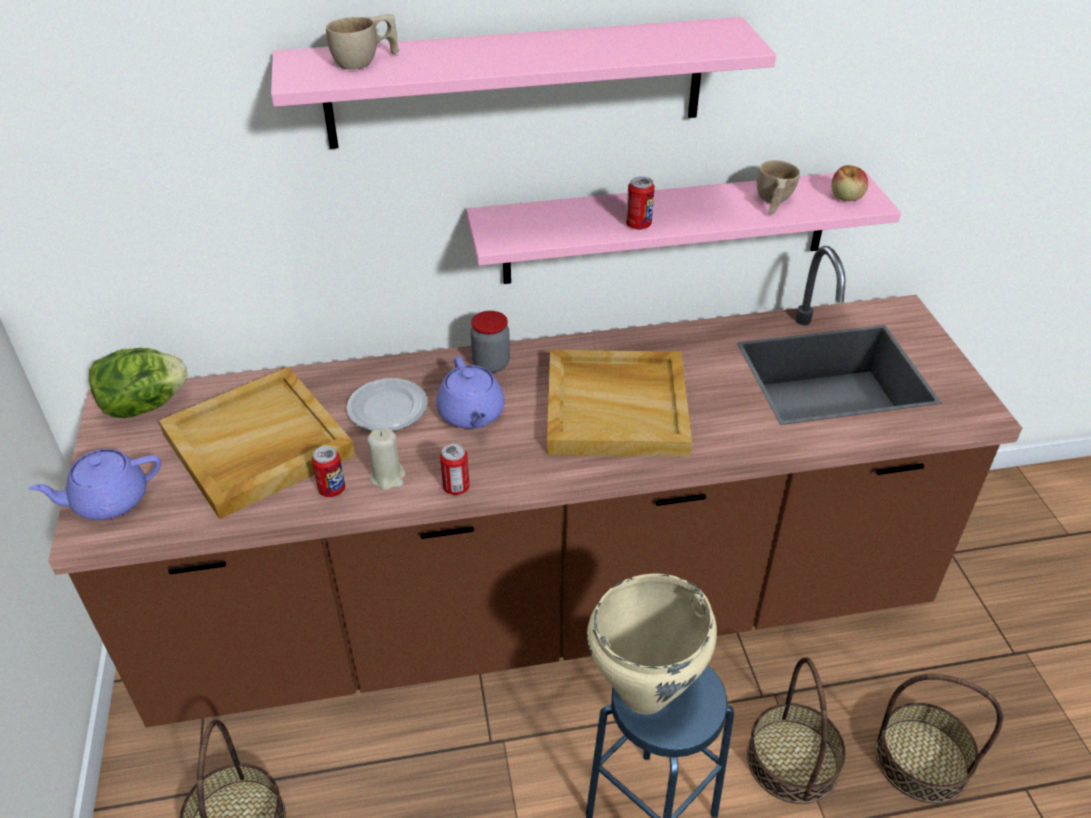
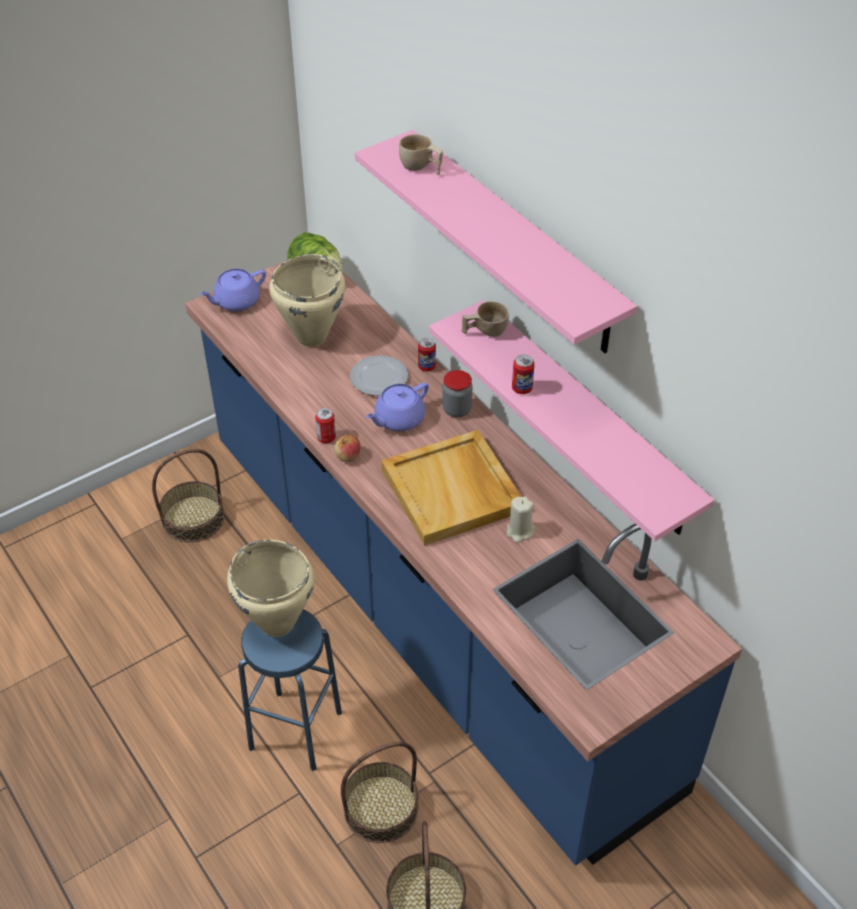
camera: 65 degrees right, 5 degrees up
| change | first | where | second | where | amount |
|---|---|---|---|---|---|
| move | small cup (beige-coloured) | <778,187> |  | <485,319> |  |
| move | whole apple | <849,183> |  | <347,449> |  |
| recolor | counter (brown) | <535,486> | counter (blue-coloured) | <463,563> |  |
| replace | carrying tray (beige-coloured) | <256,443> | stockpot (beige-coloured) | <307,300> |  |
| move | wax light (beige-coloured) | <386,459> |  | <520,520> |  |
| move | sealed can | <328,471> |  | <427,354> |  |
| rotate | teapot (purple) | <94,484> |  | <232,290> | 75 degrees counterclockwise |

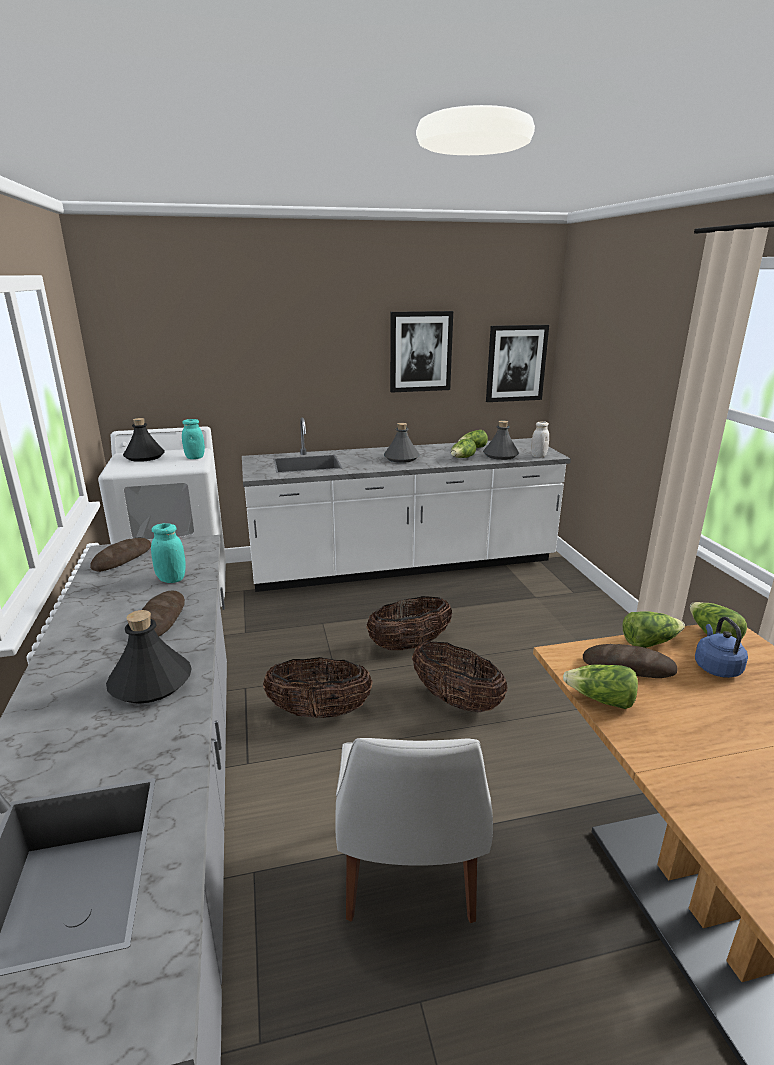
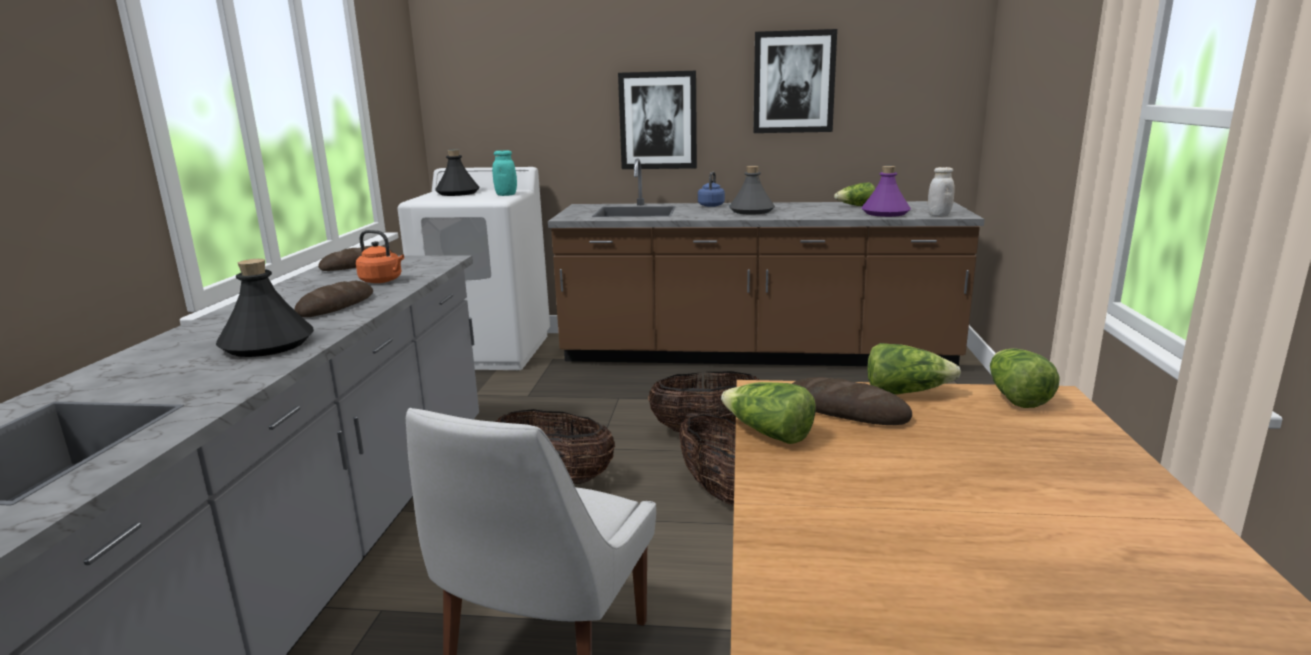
camera: 20 degrees right, 5 degrees down
| change | first | where | second | where | amount |
|---|---|---|---|---|---|
| move | wall art | <517,363> |  | <657,120> |  |
| recolor | counter (whitish) | <406,505> | counter (brown) | <766,262> |  |
| recolor | beverage bottle (grey) | <501,440> | beverage bottle (purple) | <886,191> |  |
| delete | head of lettuce | <463,448> |  |  |  |
| replace | storage jar (turquoise) | <168,553> | water kettle (orangey) | <380,256> |  |
| move | water kettle (blue-coloured) | <721,647> |  | <711,189> |  |

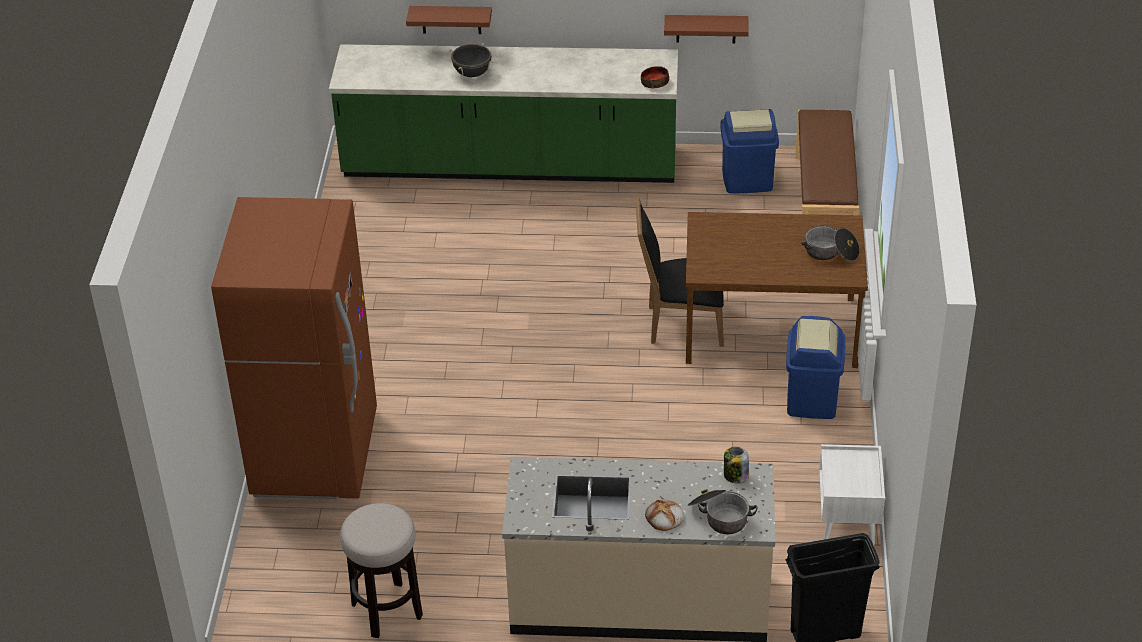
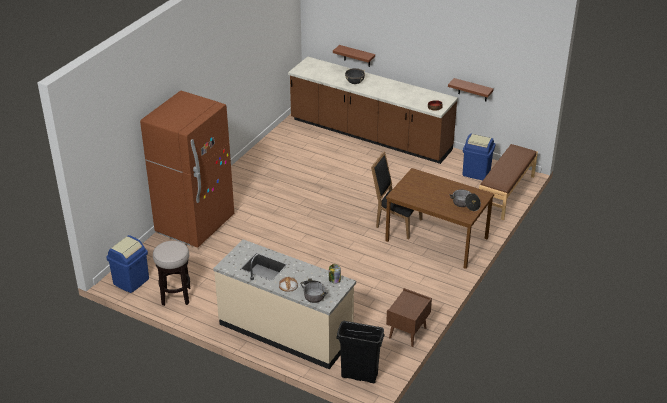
camera: 25 degrees right, 5 degrees down
| change | first | where | second | where | amount |
|---|---|---|---|---|---|
| recolor | counter (greenish) | <503,113> | counter (brown) | <373,110> |  |
| move | waste bin (blue-coloured) | <815,367> |  | <128,264> |  |
| recolor | nightstand (whitish) | <852,495> | nightstand (brown) | <409,317> |  |

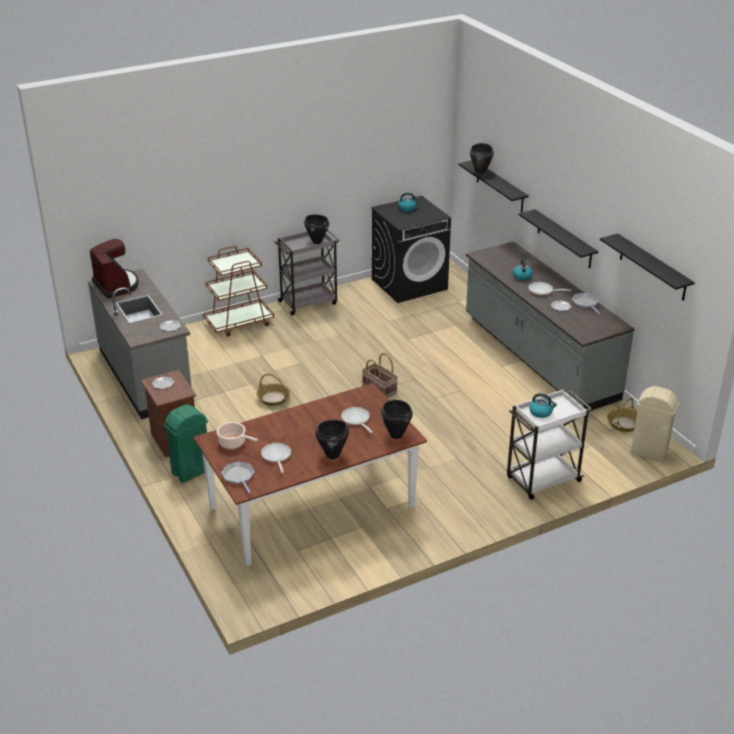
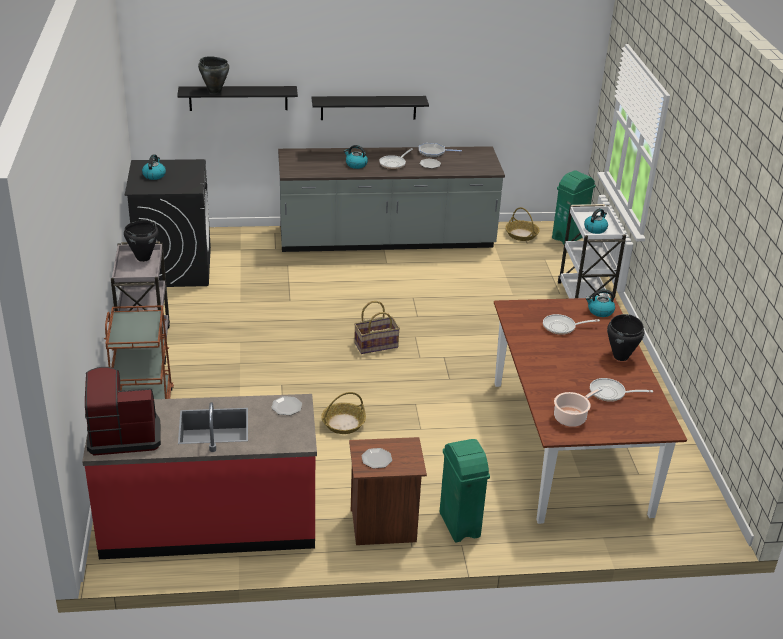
camera: 70 degrees left, 0 degrees up
| change | first | where | second | where | amount |
|---|---|---|---|---|---|
| delete | shelf (black) | <647,267> |  |  |  |
| recolor | counter (grey) | <140,344> | counter (reddish) | <199,476> |  |
| recolor | waste bin (beige-coloured) | <655,424> | waste bin (greenish) | <574,207> |  |
| replace | stockpot (black) | <397,419> | water kettle | <600,303> |  |
| delete | skillet | <237,477> |  |  |  |

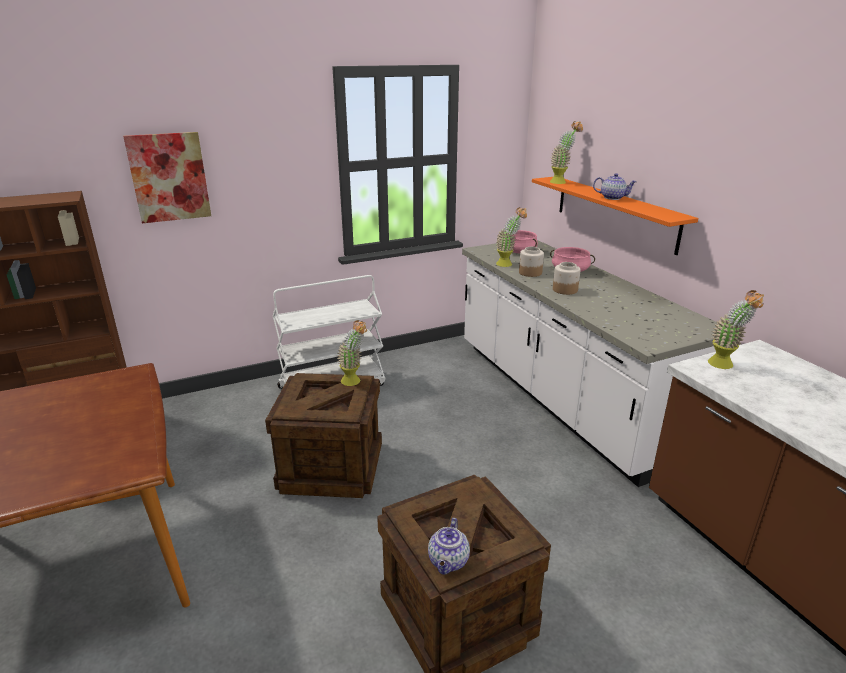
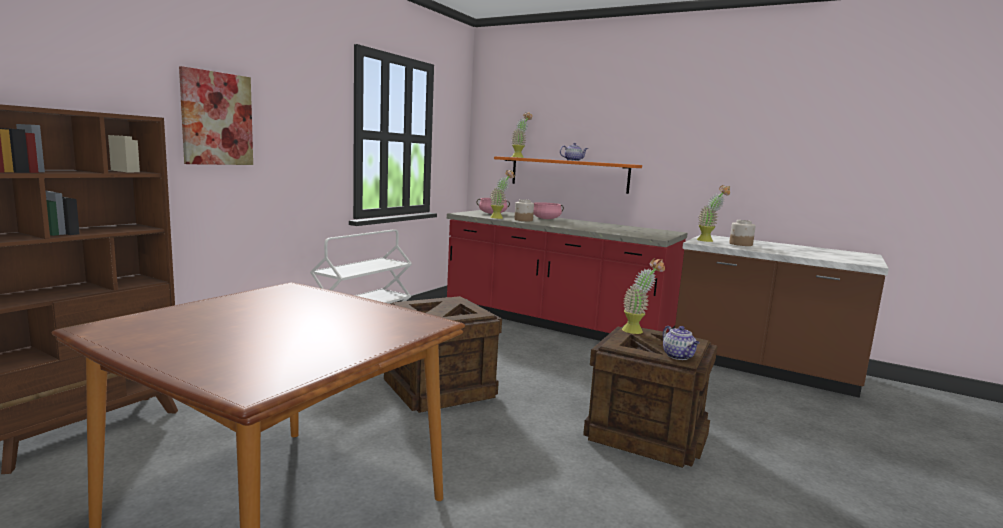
camera: 35 degrees left, 15 degrees down
| change | first | where | second | where | amount |
|---|---|---|---|---|---|
| recolor | counter (whitish) | <589,363> | counter (reddish) | <567,275> |  |
| move | storage jar | <566,278> |  | <742,233> |  |
| move | plant in a pot | <352,353> |  | <643,296> |  |

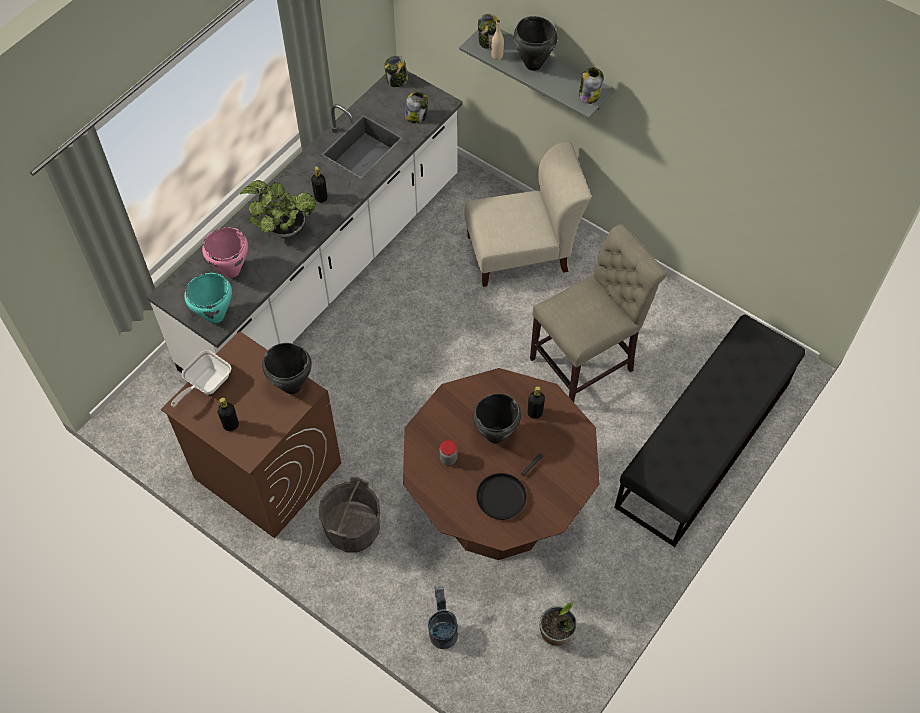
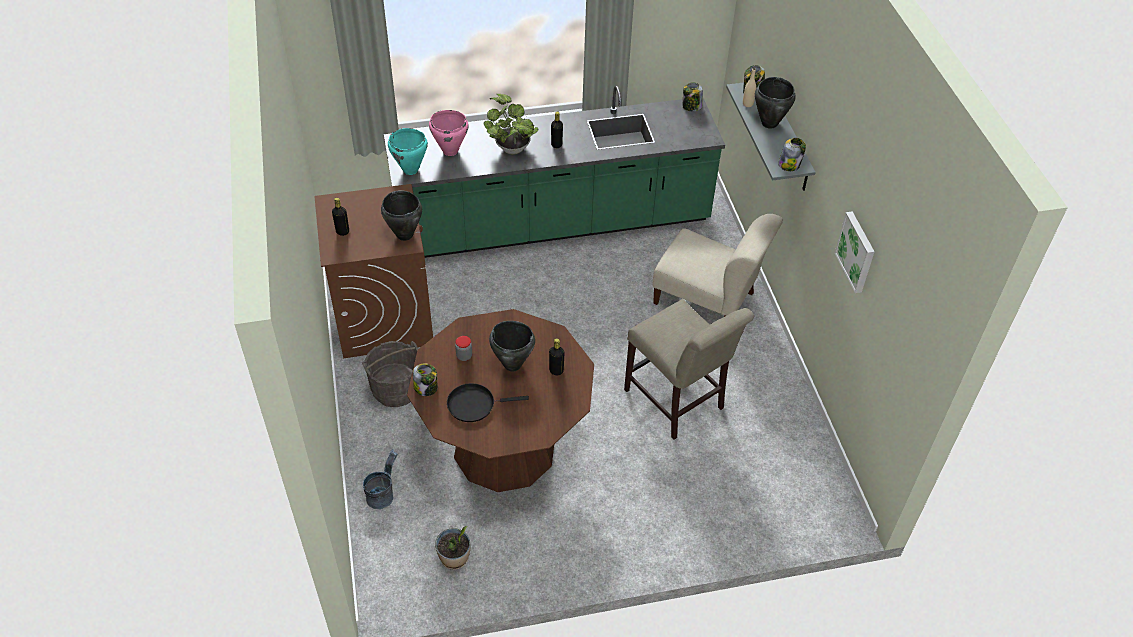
camera: 40 degrees right, 10 degrees down
| change | first | where | second | where | amount |
|---|---|---|---|---|---|
| recolor | counter (whitish) | <304,222> | counter (greenish) | <554,172> |  |
| move | storage jar | <416,107> |  | <425,380> |  |
| rotate | chair (beige-coloured) | <598,313> |  | <689,369> | 45 degrees clockwise |
| delete | indoor bench (black) | <709,431> |  |  |  |
| delete | skillet | <201,378> |  |  |  |
| insert |  |  | wall art | <855,252> |  |

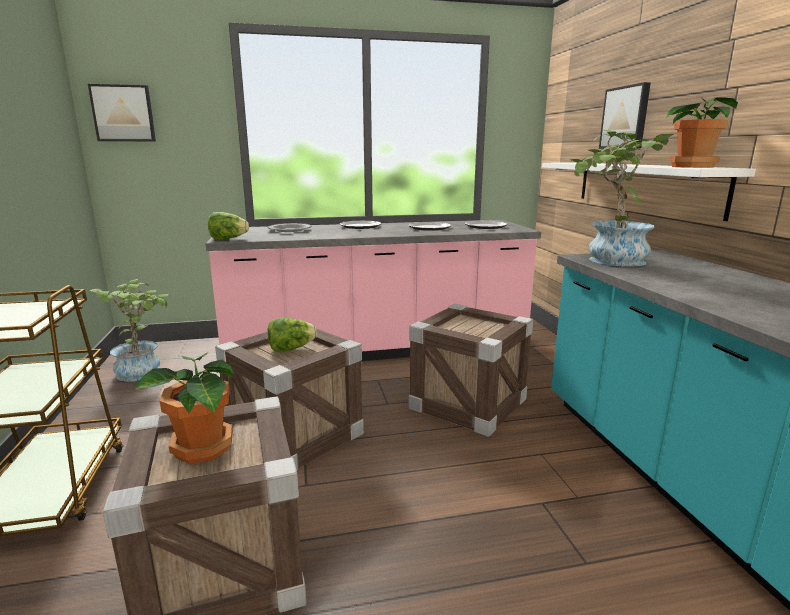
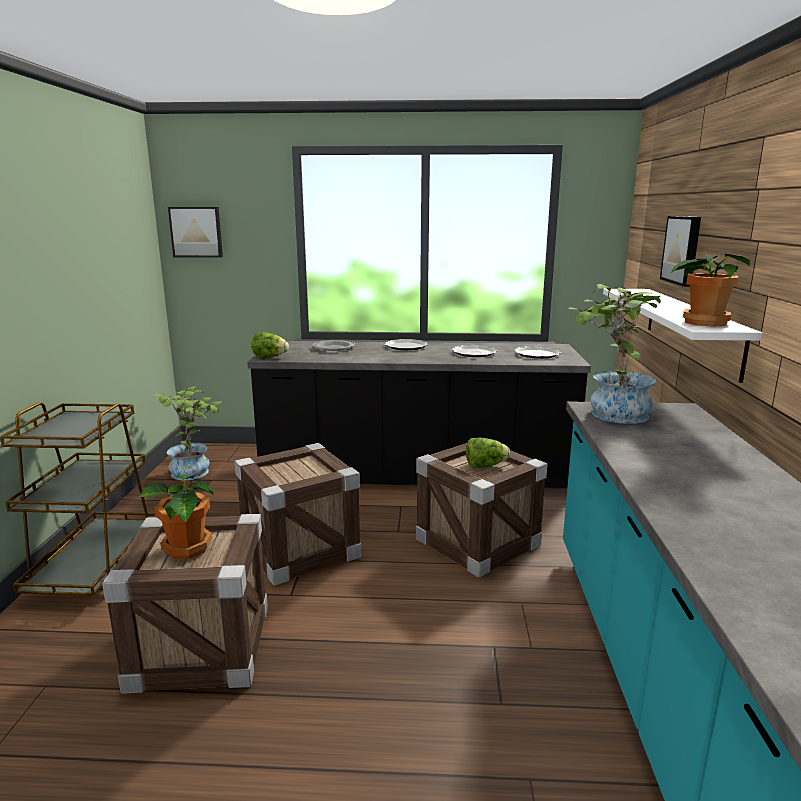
camera: 15 degrees right, 0 degrees up
| change | first | where | second | where | amount |
|---|---|---|---|---|---|
| recolor | counter (pink) | <373,290> | counter (black) | <419,414> |  |
| move | head of lettuce | <292,335> |  | <488,452> |  |

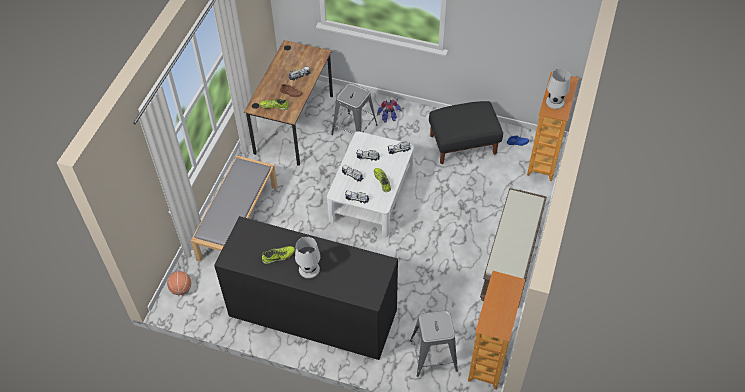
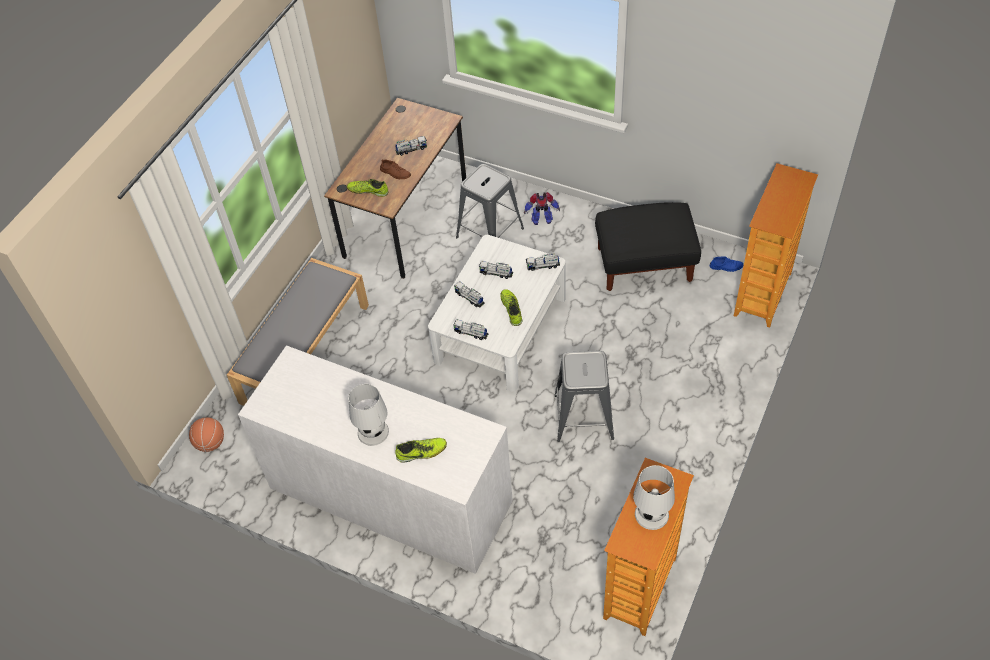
camera: 10 degrees right, 0 degrees up
| change | first | where | second | where | amount |
|---|---|---|---|---|---|
| move | lamp for a table (whitish) | <558,89> |  | <654,497> |  |
| delete | indoor bench (brown) | <513,248> |  |  |  |
| recolor | drawer chest (black) | <306,288> | drawer chest (whitish) | <375,460> |  |
| move | low shoe | <278,255> |  | <421,450> |  |
| move | stool seat (grey) | <434,344> |  | <584,396> |  |

